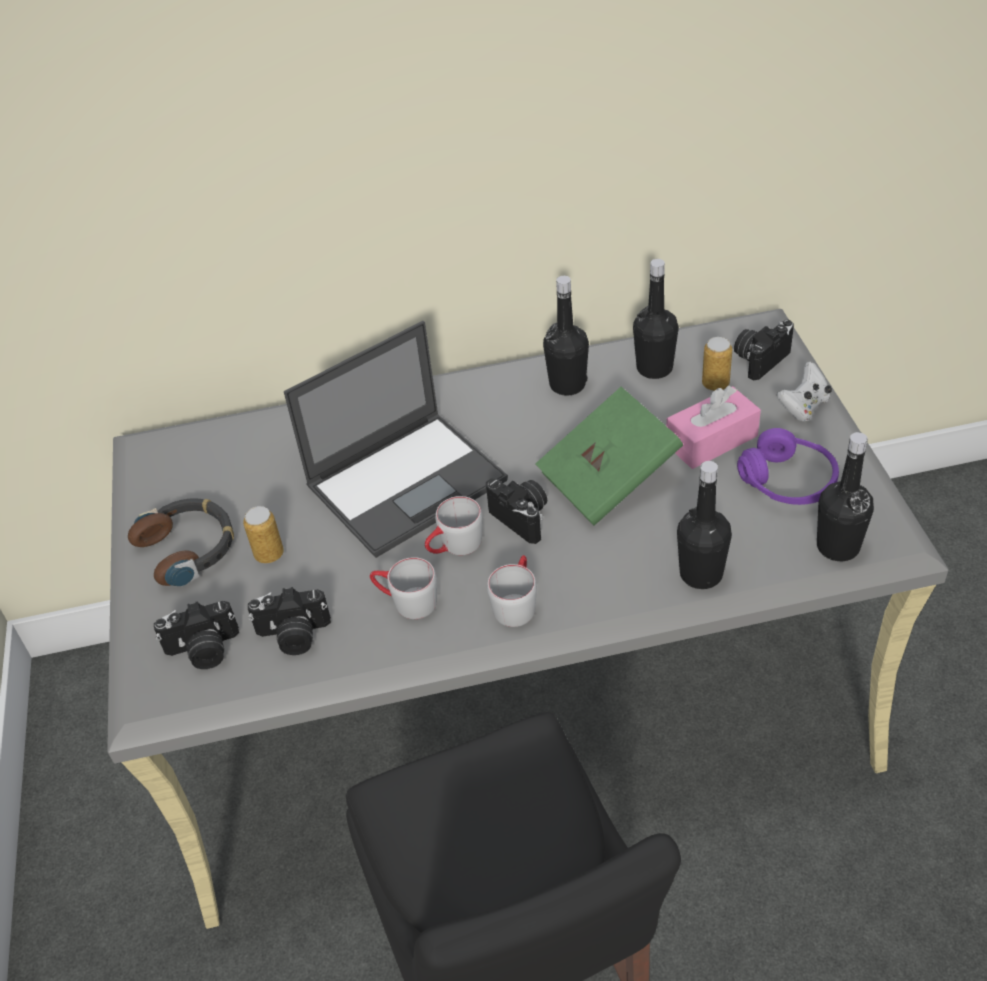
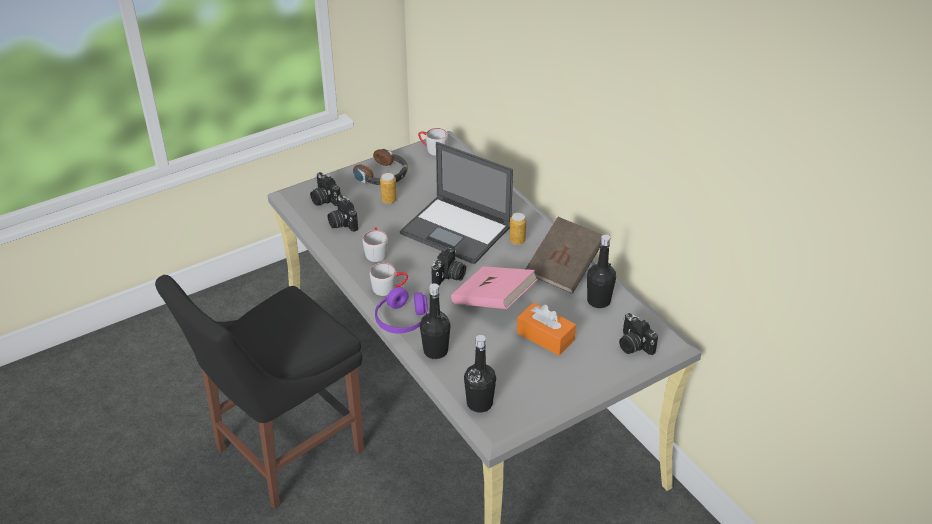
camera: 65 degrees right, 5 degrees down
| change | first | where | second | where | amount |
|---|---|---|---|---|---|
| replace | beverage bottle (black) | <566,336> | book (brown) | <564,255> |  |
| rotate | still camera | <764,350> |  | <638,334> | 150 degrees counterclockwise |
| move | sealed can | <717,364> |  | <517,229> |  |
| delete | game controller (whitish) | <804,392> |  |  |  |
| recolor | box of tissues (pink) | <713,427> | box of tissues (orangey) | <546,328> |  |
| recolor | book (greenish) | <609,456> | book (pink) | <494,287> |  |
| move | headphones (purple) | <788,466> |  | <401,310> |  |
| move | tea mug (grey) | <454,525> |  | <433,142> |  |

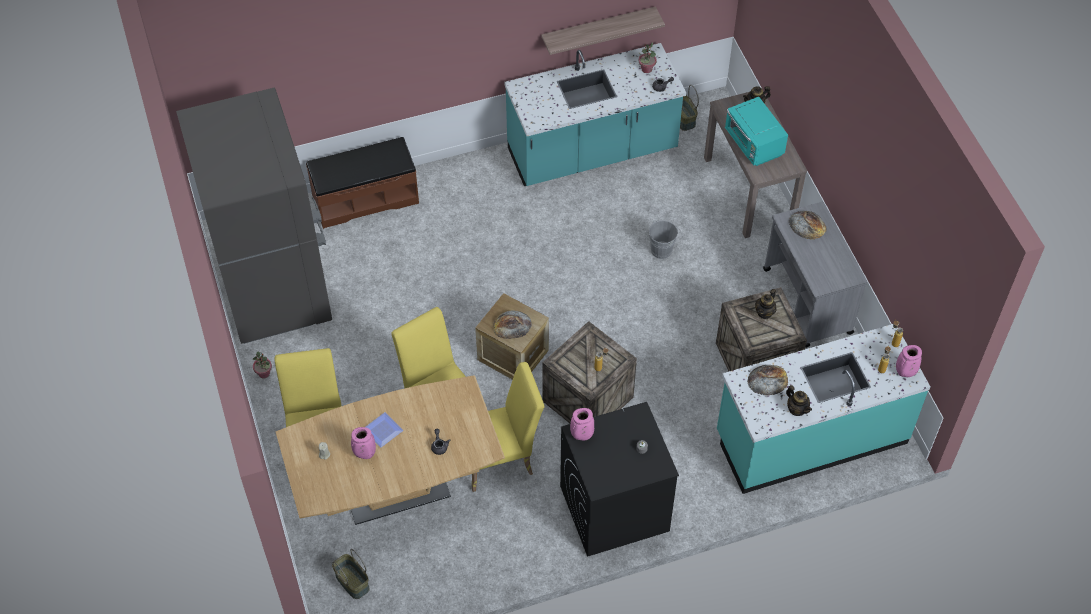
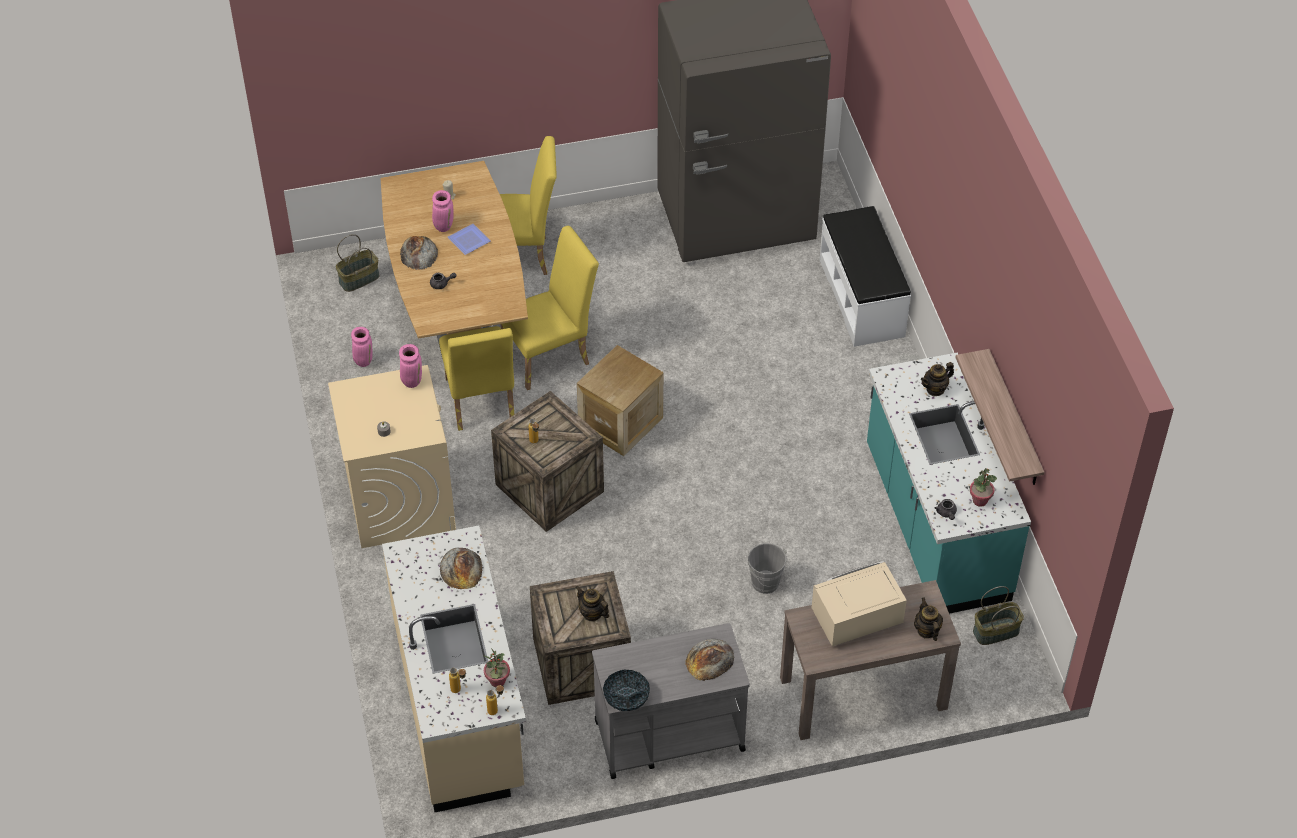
camera: 95 degrees right, 5 degrees down
| change | first | where | second | where | amount |
|---|---|---|---|---|---|
| recolor | microwave oven (turquoise) | <756,131> | microwave oven (beige-coloured) | <859,603> |  |
| recolor | indoor bench (brown) | <362,183> | indoor bench (whitish) | <865,276> |  |
| move | baked bread | <512,325> |  | <419,253> |  |
| recolor | counter (turquoise) | <823,409> | counter (beige-coloured) | <454,668> |  |
| move | decorative vase (pink) | <909,361> |  | <362,347> |  |
| move | plant in a pot | <262,364> |  | <497,667> |  |
| move | teapot | <799,400> |  | <937,379> |  |
| recolor | laundry appliance (black) | <619,479> | laundry appliance (beige-coloured) | <392,456> |  |
| insert |  |  | deep dish | <626,690> |  |

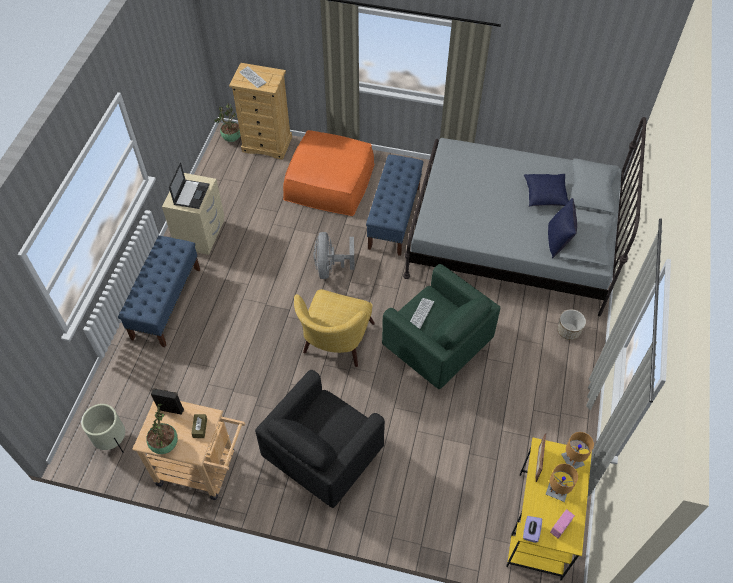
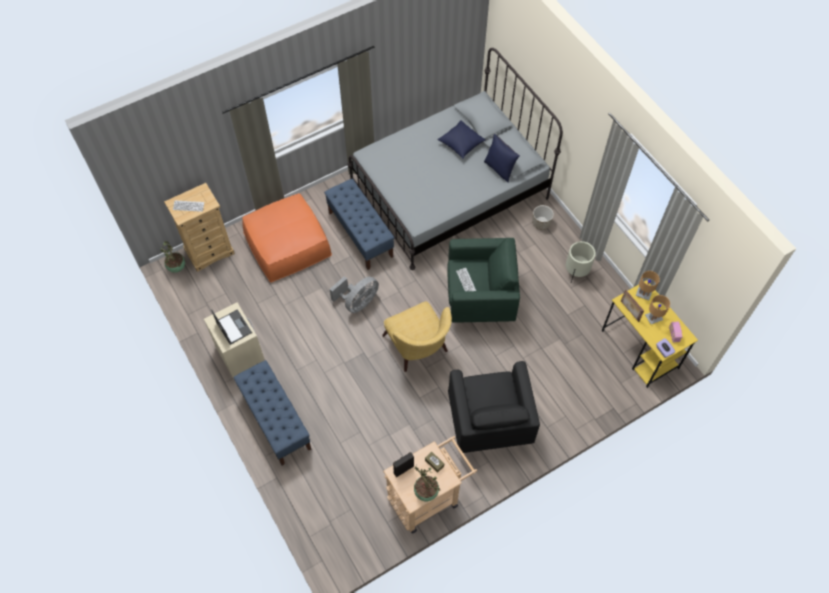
camera: 45 degrees left, 5 degrees up
| change | first | where | second | where | amount |
|---|---|---|---|---|---|
| rotate | fan (grey) | <334,255> |  | <354,294> | 90 degrees counterclockwise |
| move | flower pot (beige-coloured) | <103,428> |  | <581,261> |  |

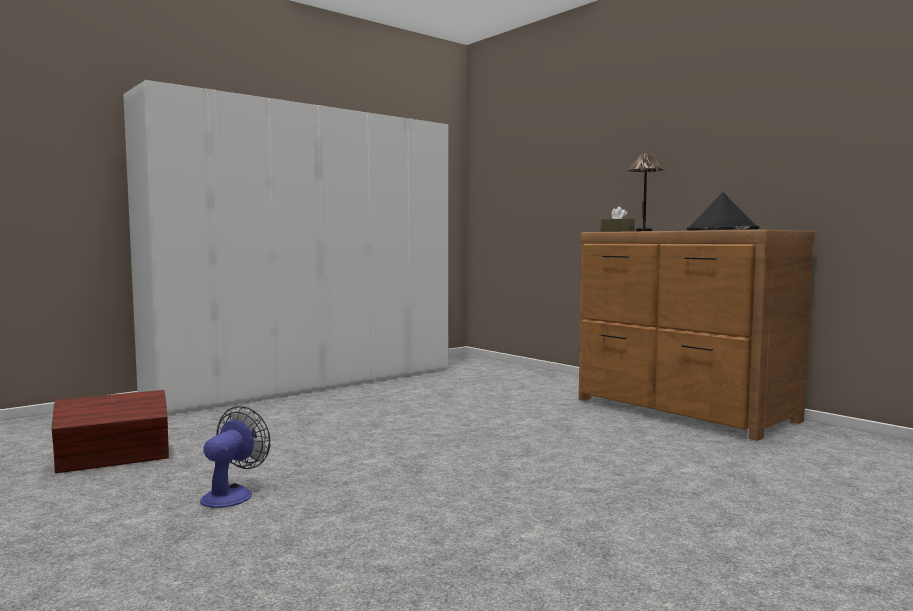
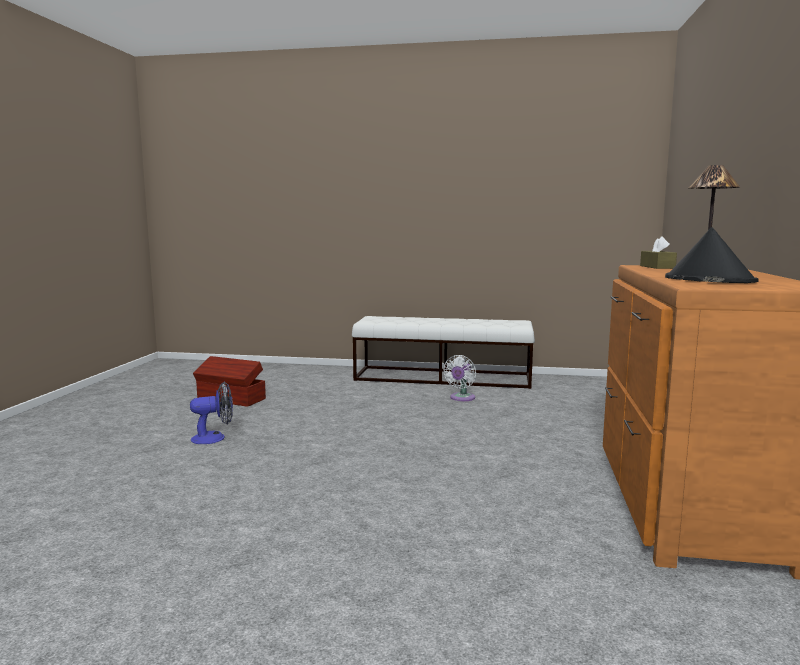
camera: 50 degrees right, 5 degrees up
| change | first | where | second | where | amount |
|---|---|---|---|---|---|
| replace | armoire (whitish) | <285,247> | indoor bench (whitish) | <443,352> |  |
| insert |  |  | fan (whitish) | <459,378> |  |

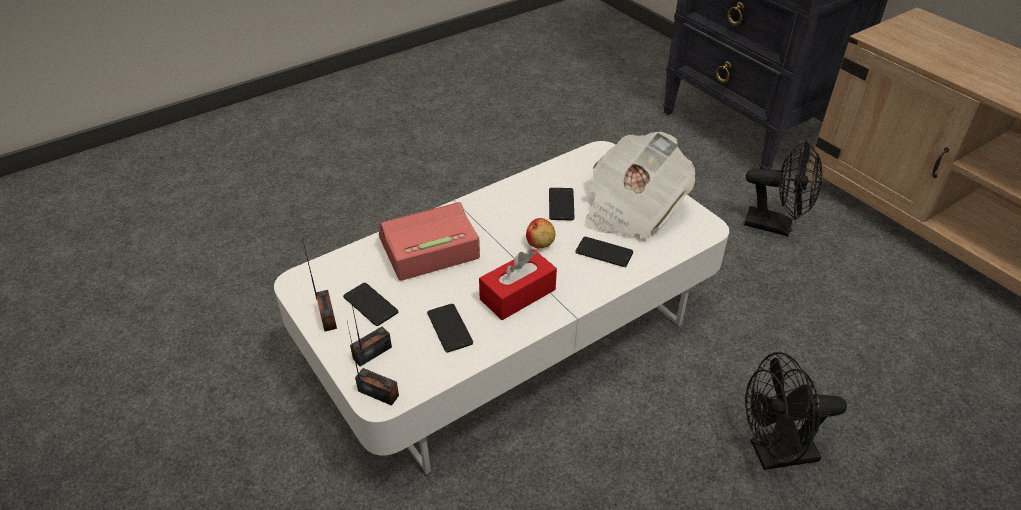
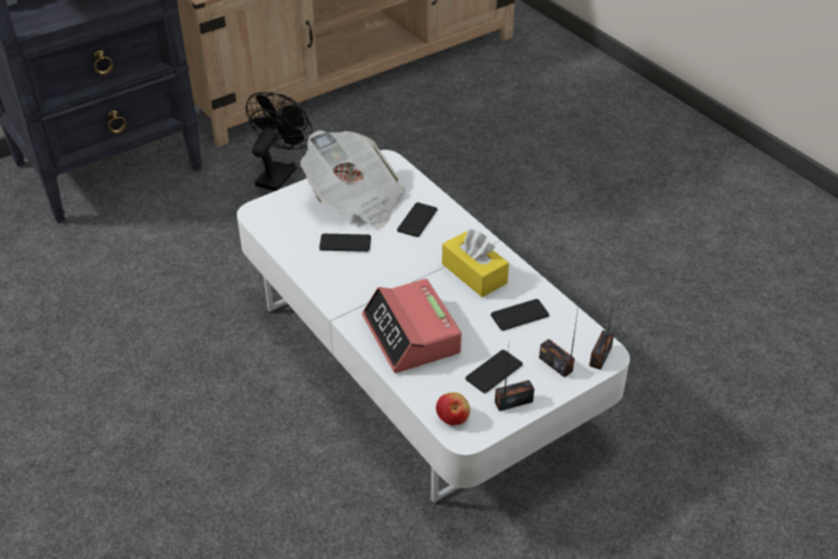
camera: 90 degrees left, 0 degrees up
| change | first | where | second | where | amount |
|---|---|---|---|---|---|
| move | whole apple | <540,233> |  | <453,408> |  |
| recolor | box of tissues (reddish) | <518,284> | box of tissues (yellow) | <475,263> |  |
| delete | fan (black) | <796,411> |  |  |  |

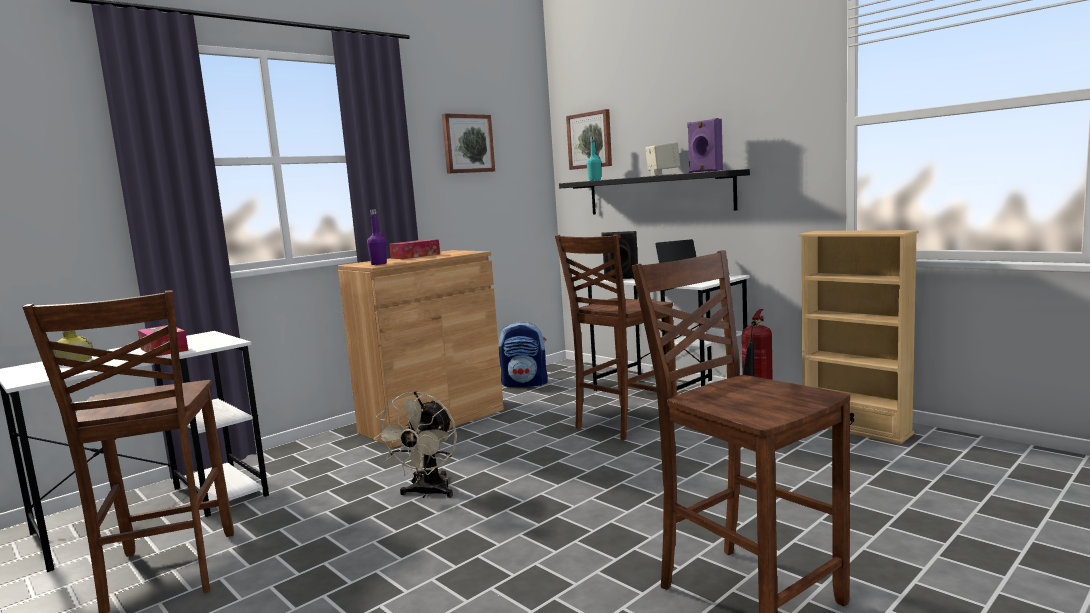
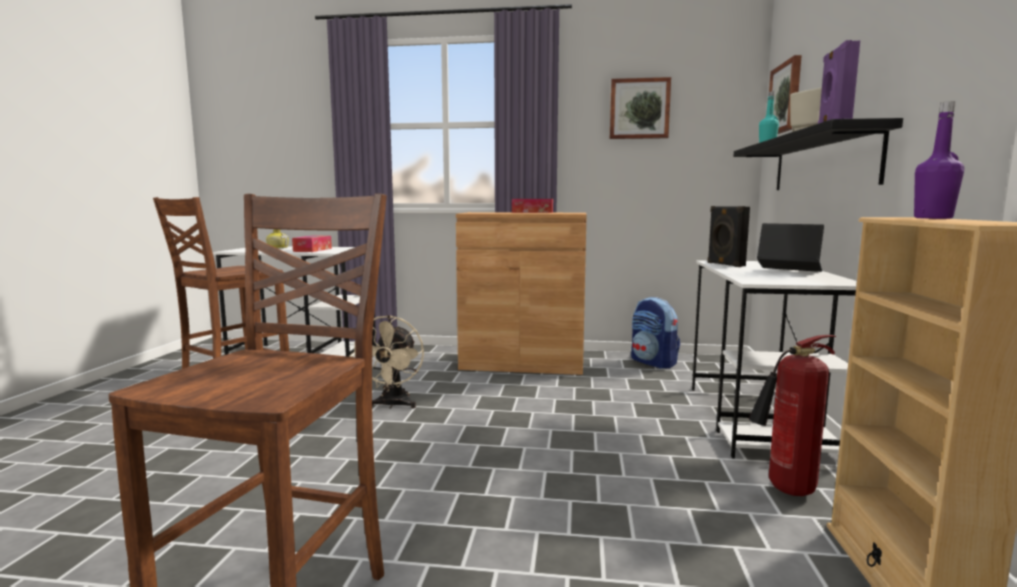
camera: 50 degrees right, 0 degrees up
| change | first | where | second | where | amount |
|---|---|---|---|---|---|
| move | beverage bottle (purple) | <377,237> |  | <939,160> |  |
| delete | chair (brown) | <616,337> |  |  |  |
| rotate | fan (beige-coloured) | <415,444> |  | <386,362> | 60 degrees counterclockwise |

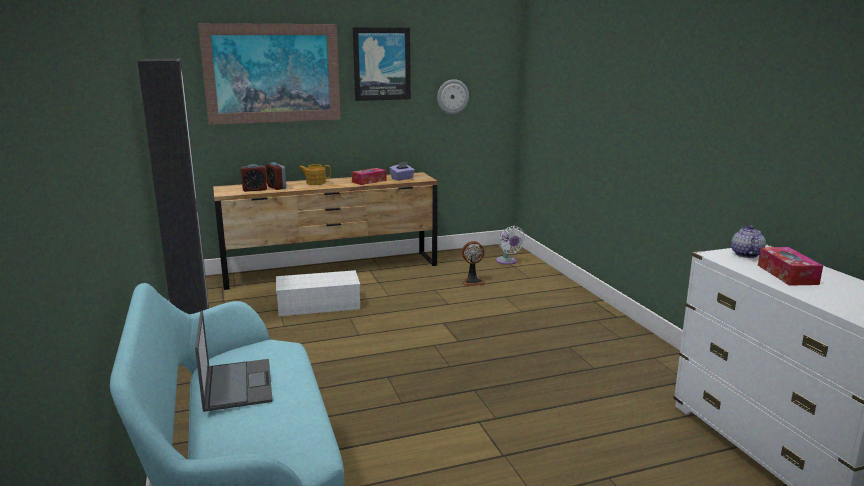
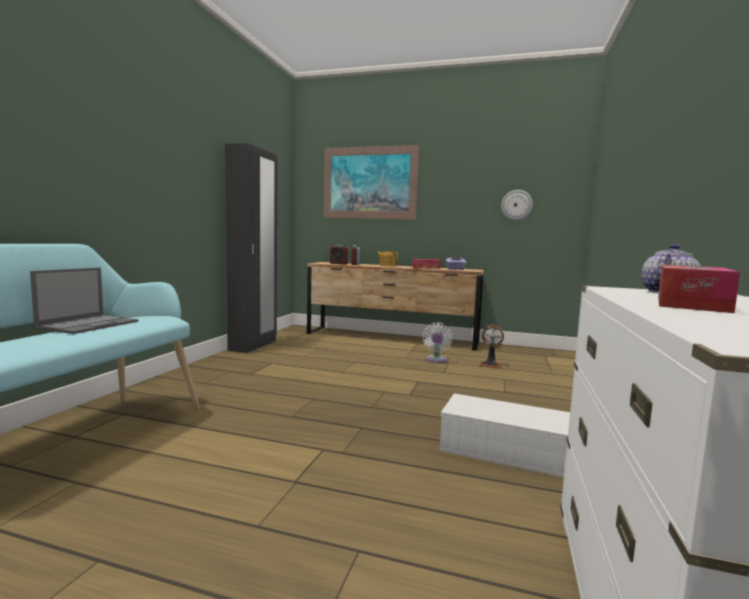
camera: 35 degrees right, 10 degrees down
| change | first | where | second | where | amount |
|---|---|---|---|---|---|
| delete | wall art | <382,64> |  |  |  |
| move | fan (whitish) | <510,245> |  | <438,343> |  |
| move | storage box (whitish) | <318,293> |  | <505,435> |  |

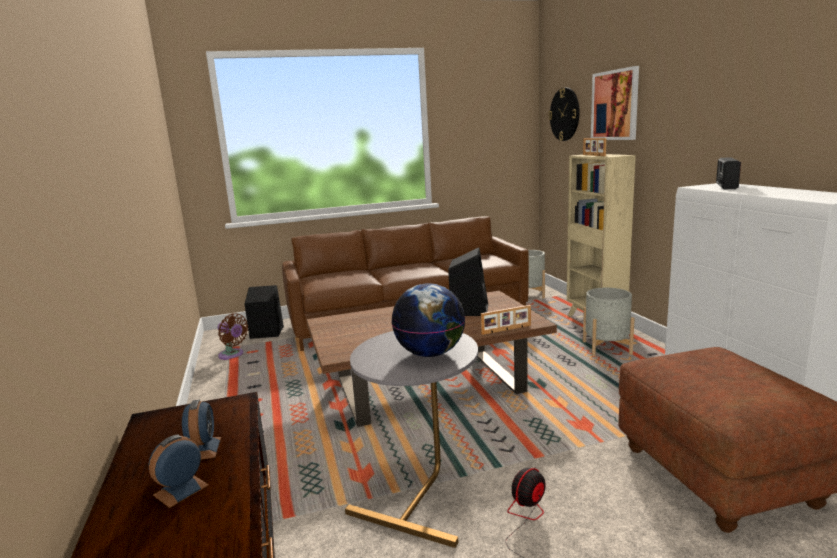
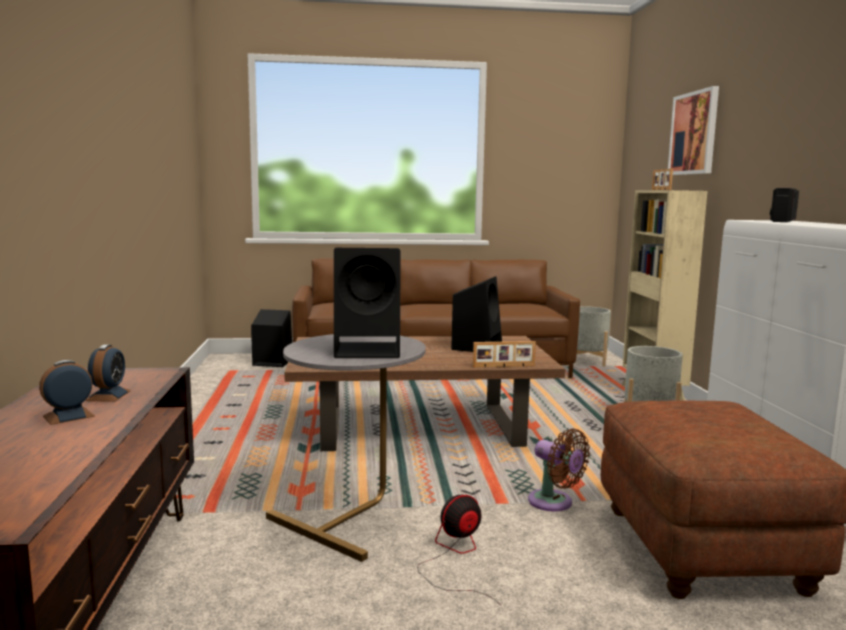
camera: 10 degrees right, 5 degrees down
| change | first | where | second | where | amount |
|---|---|---|---|---|---|
| delete | hanging clock | <564,114> |  |  |  |
| replace | desk globe | <428,320> | speaker (black) | <367,303> |  |
| move | fan (brown) | <233,336> |  | <559,469> |  |

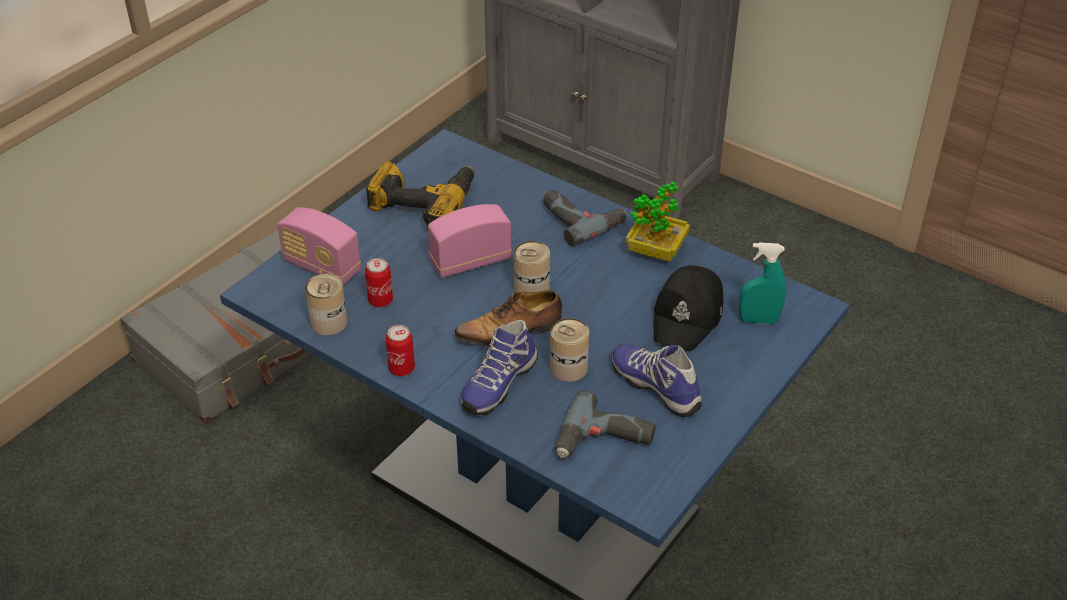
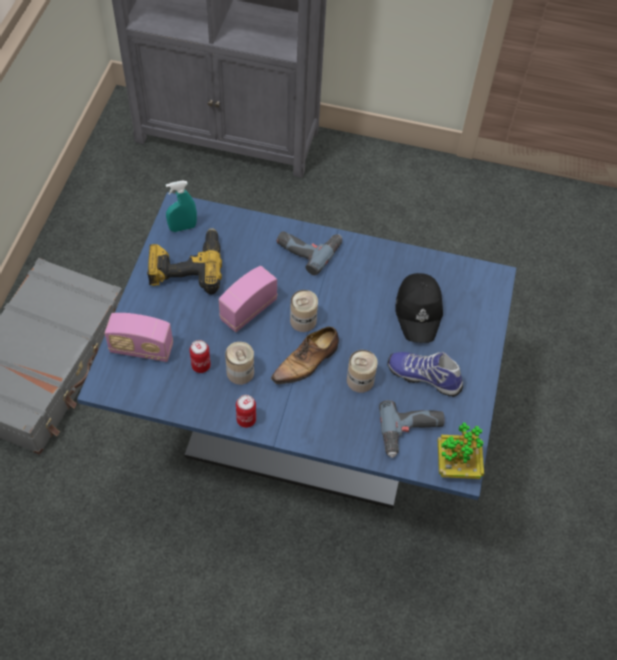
camera: 25 degrees left, 15 degrees up
| change | first | where | second | where | amount |
|---|---|---|---|---|---|
| move | plant in a pot | <657,221> |  | <461,451> |  |
| move | spray bottle (turquoise) | <762,283> |  | <181,206> |  |
| move | sealed can | <326,304> |  | <239,363> |  |
| delete | low shoe | <499,367> |  |  |  |

